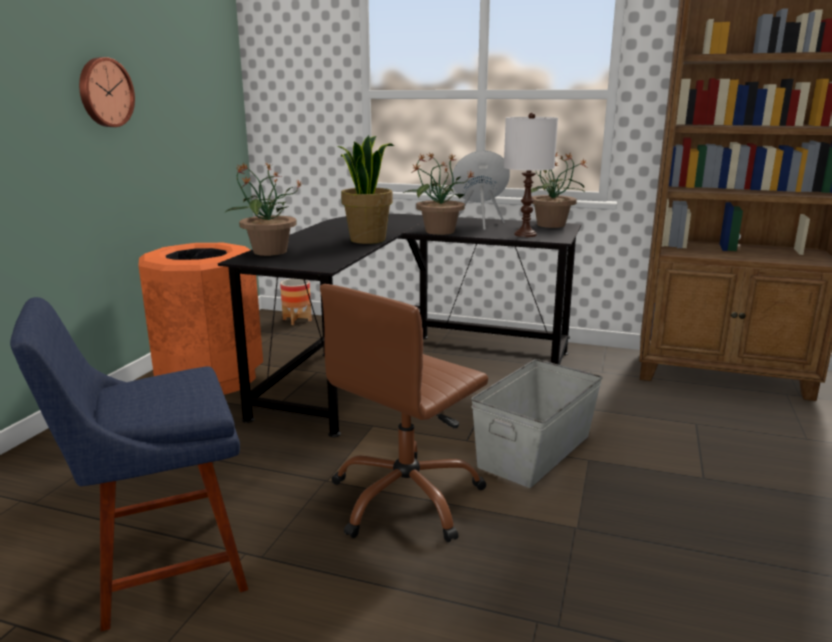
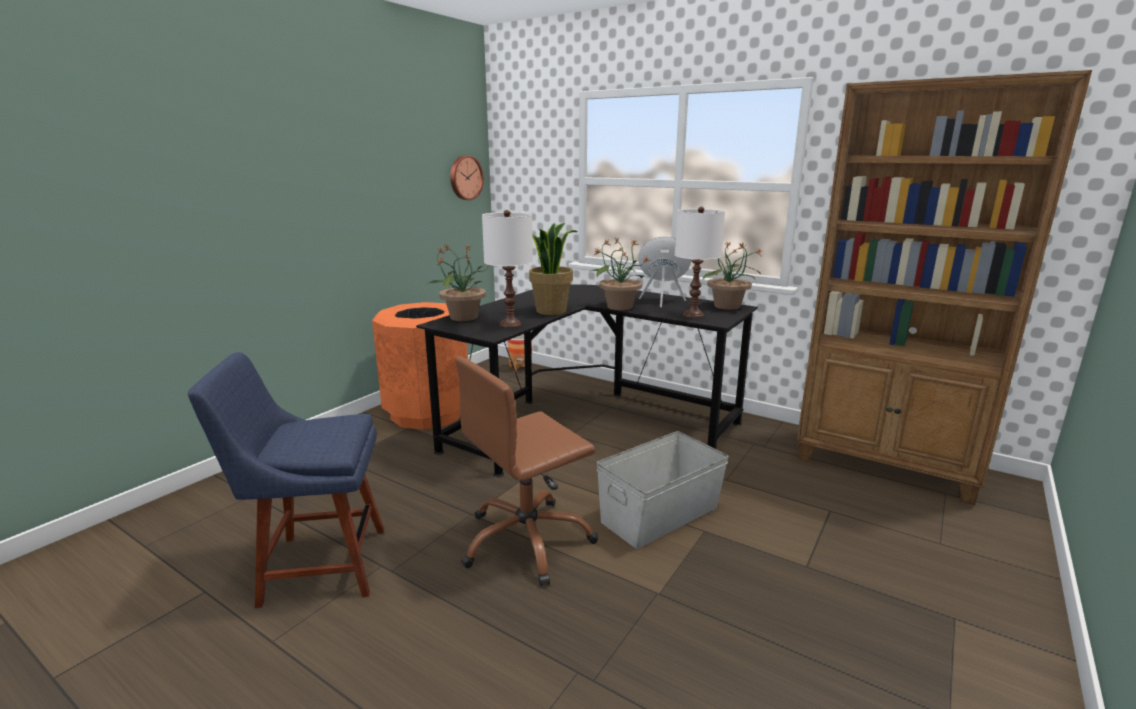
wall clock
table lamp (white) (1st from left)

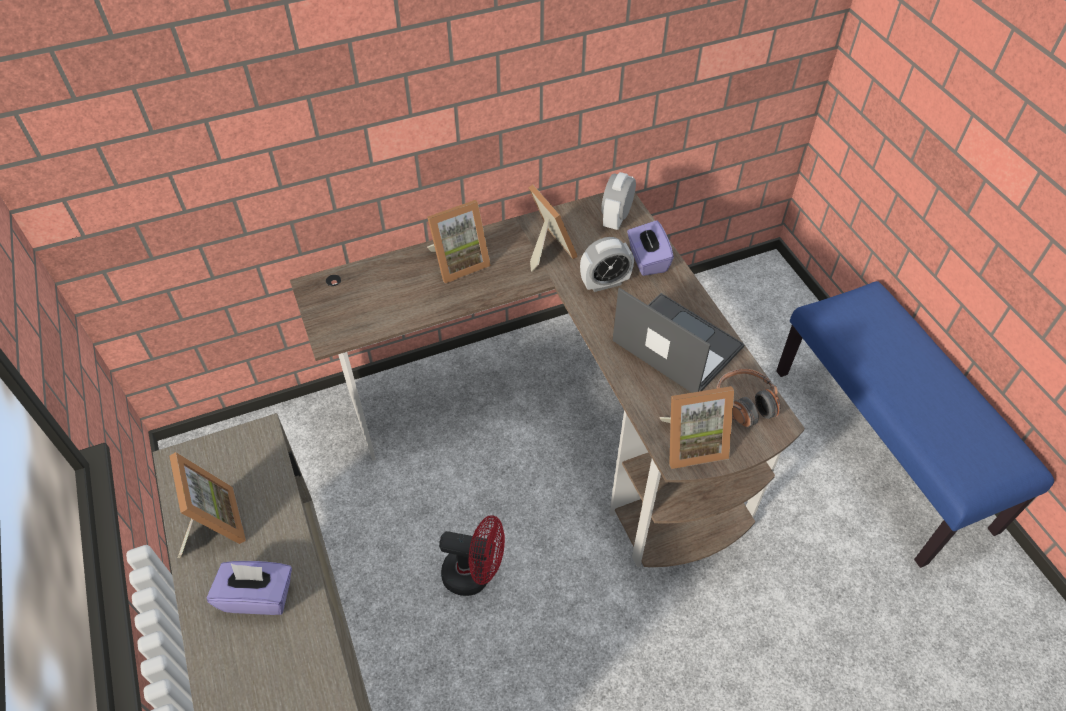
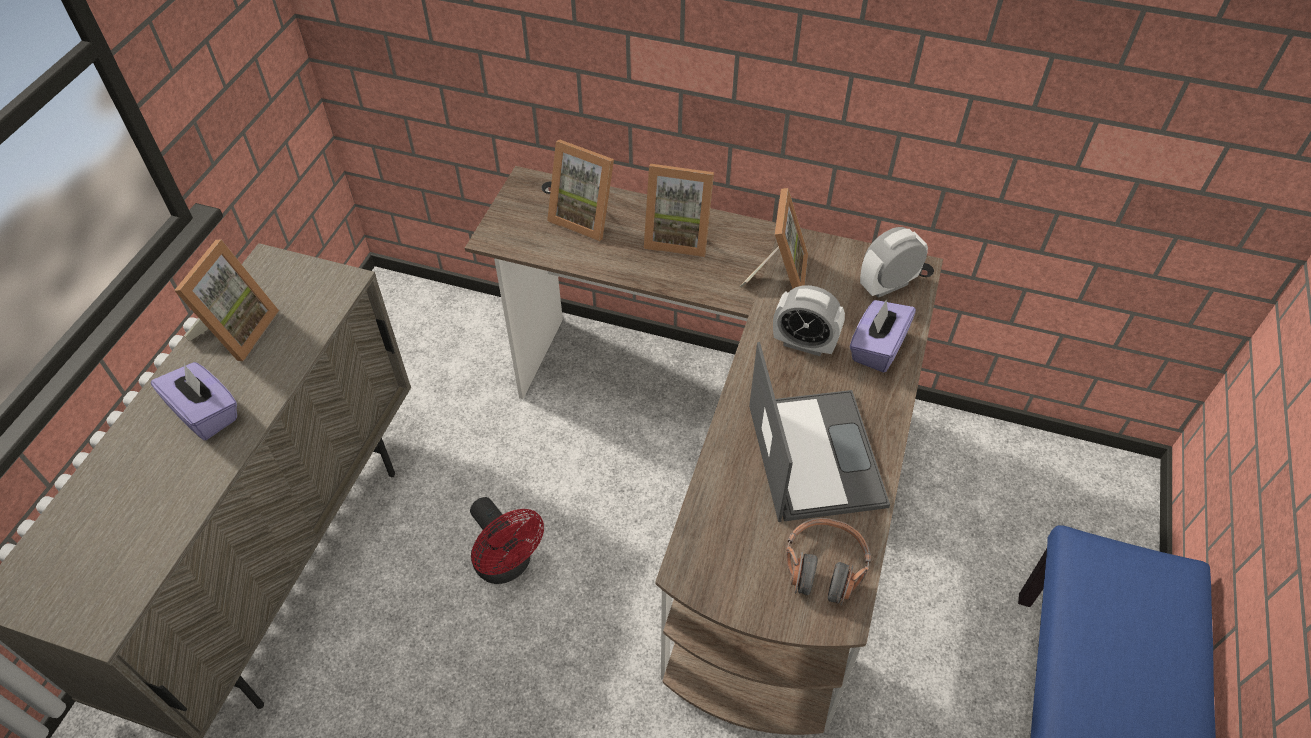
picture frame (2nd from left)

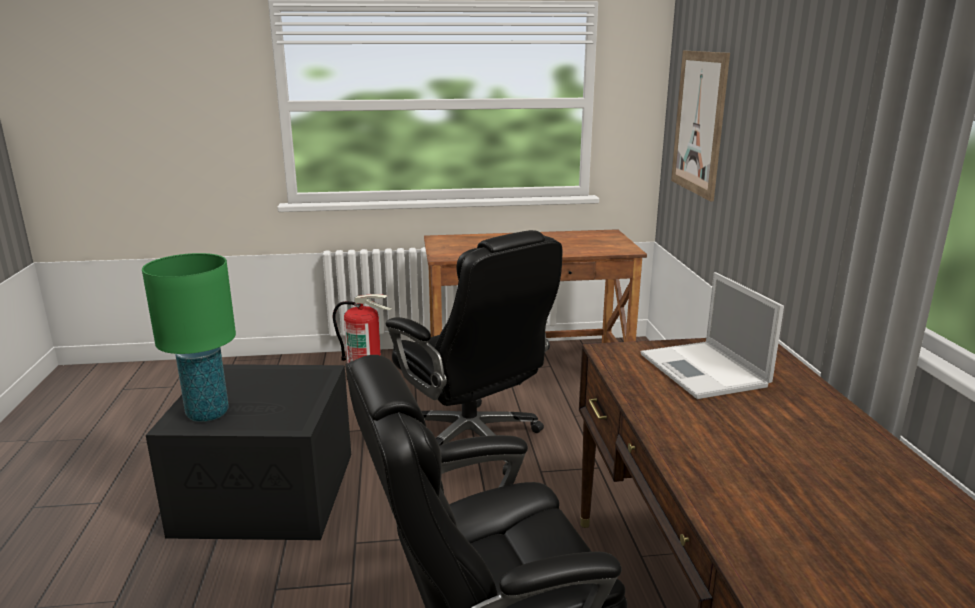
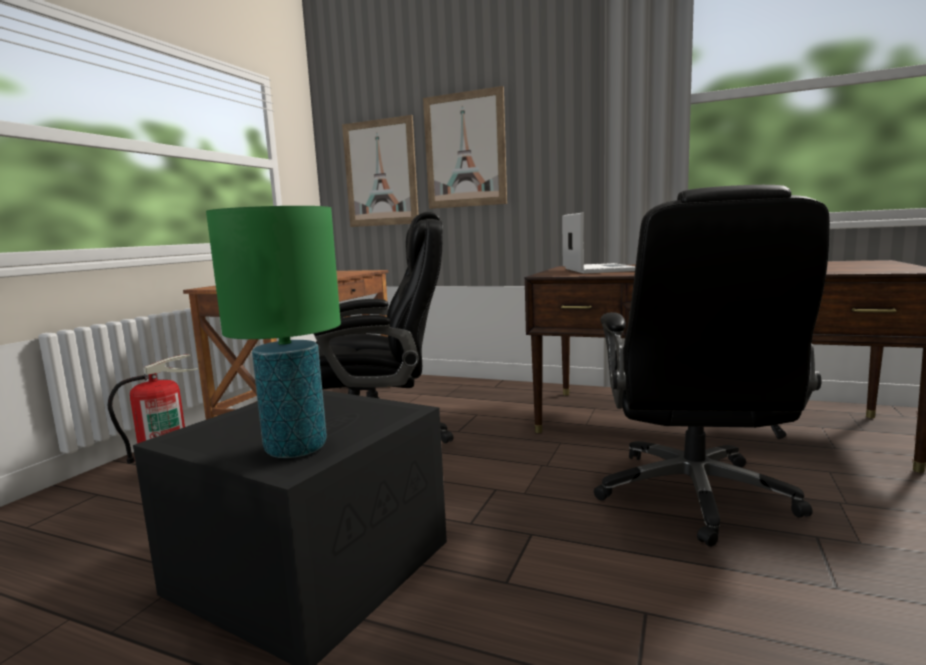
picture (2nd from left)
laptop

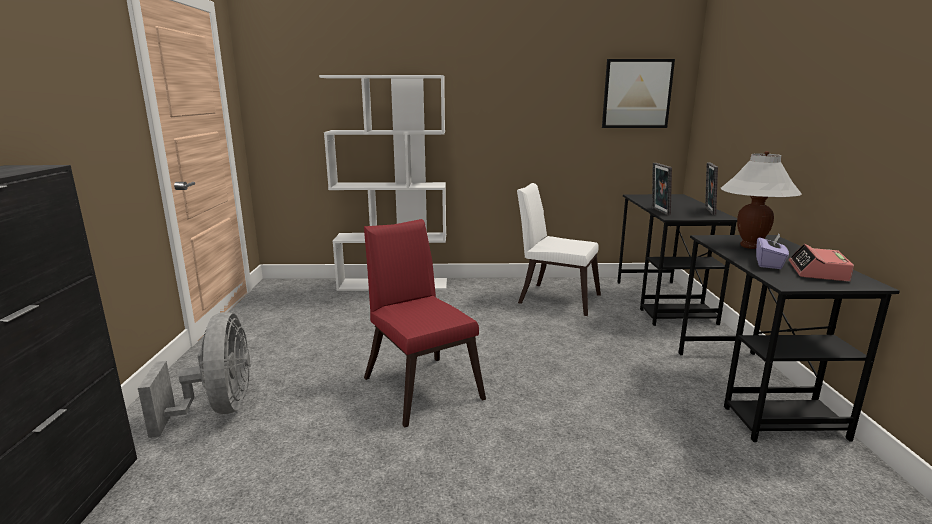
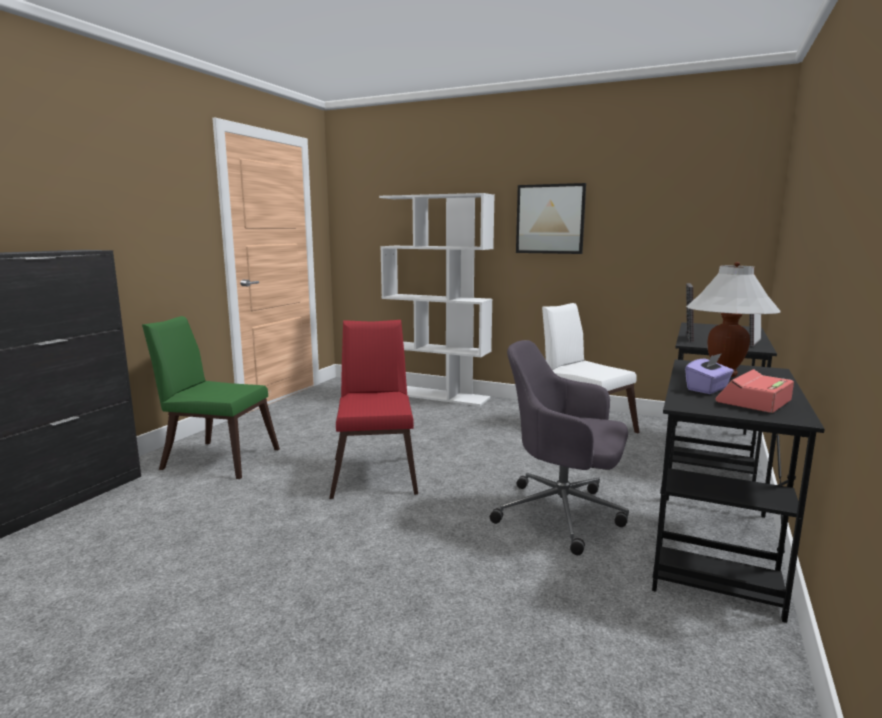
chair (green)
office chair (grey)
picture

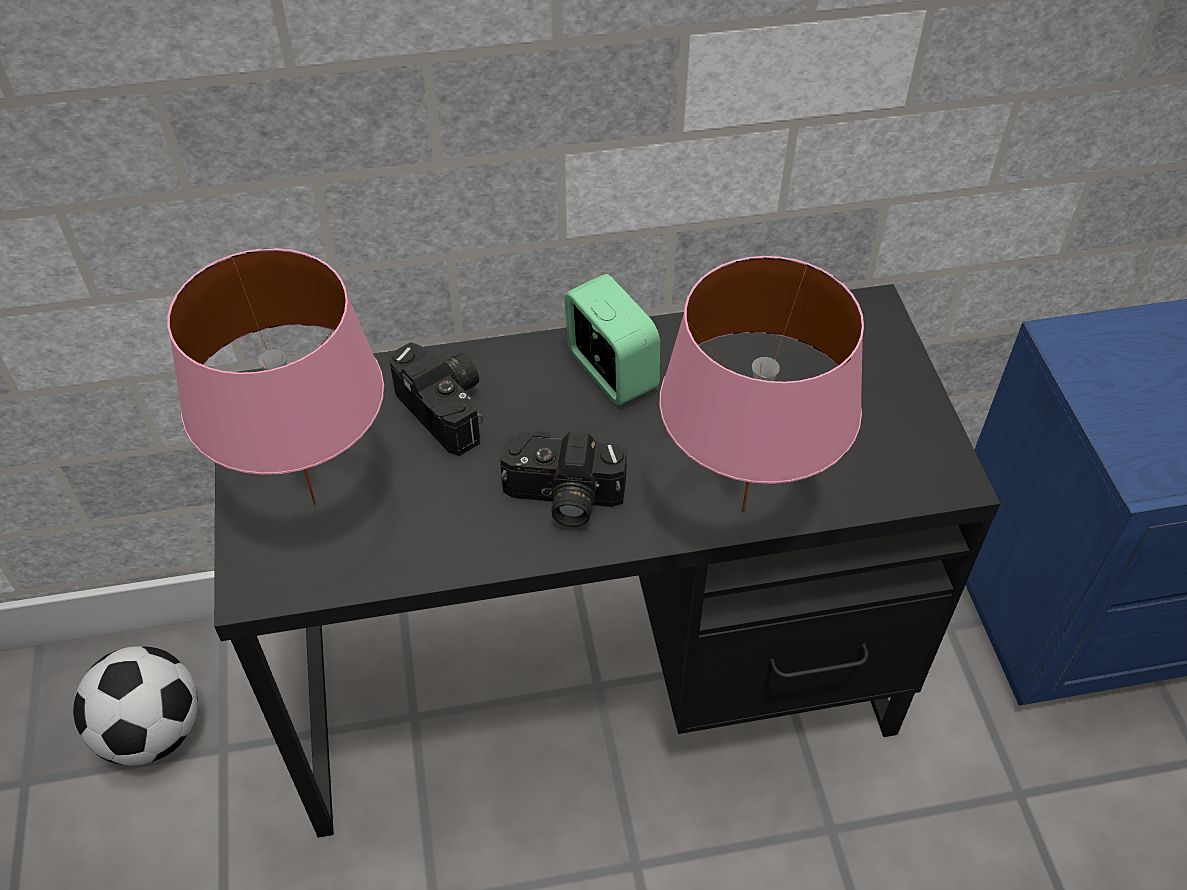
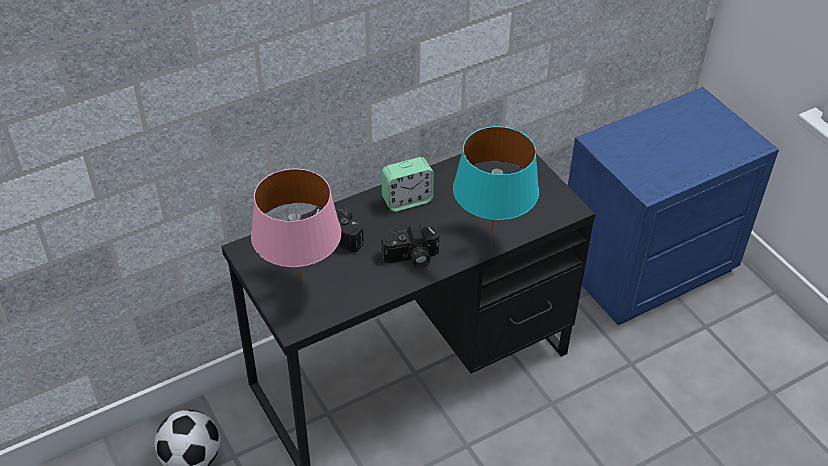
alarm clock
table lamp (turquoise)

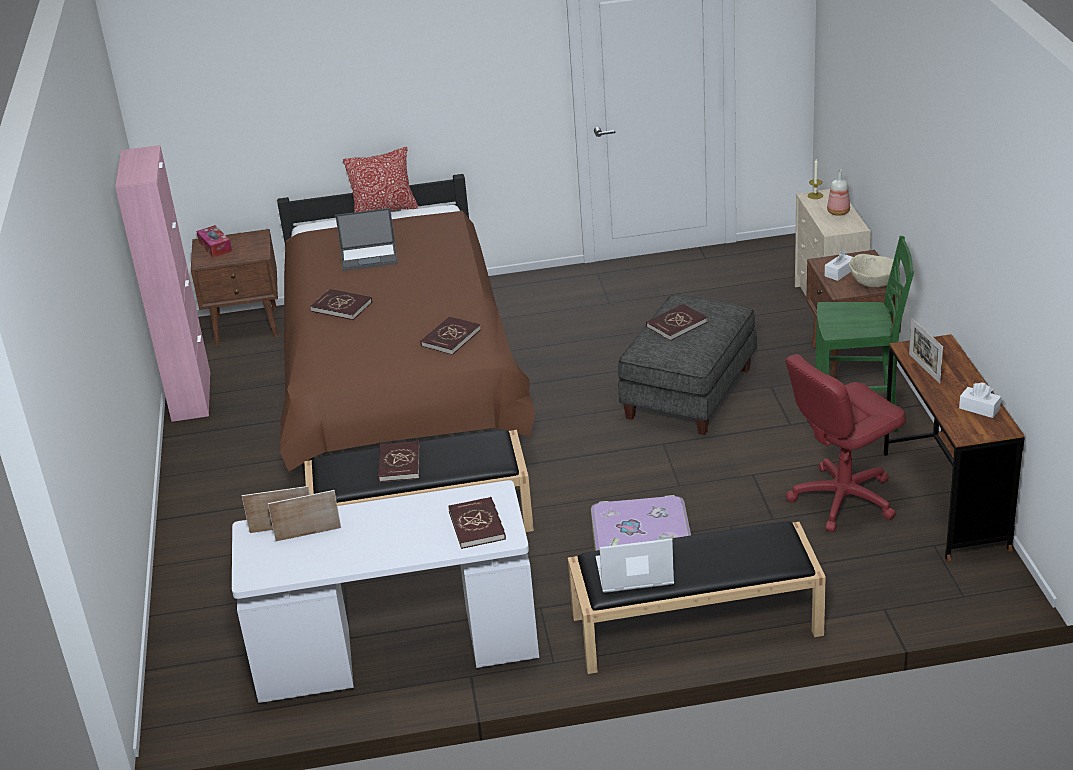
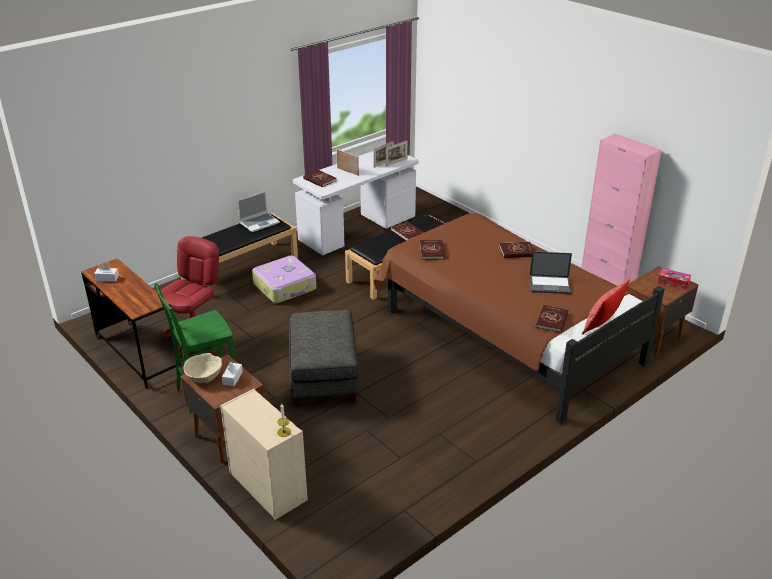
picture frame (1st from left)
laptop (2nd from left)
book (red) (5th from left)
bottle

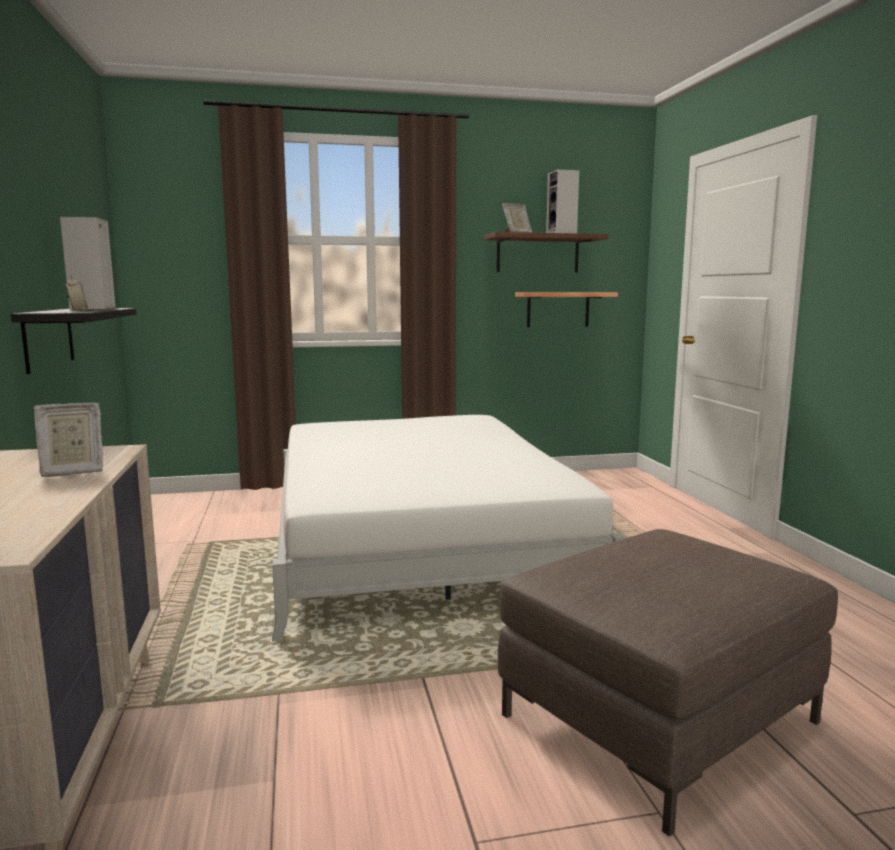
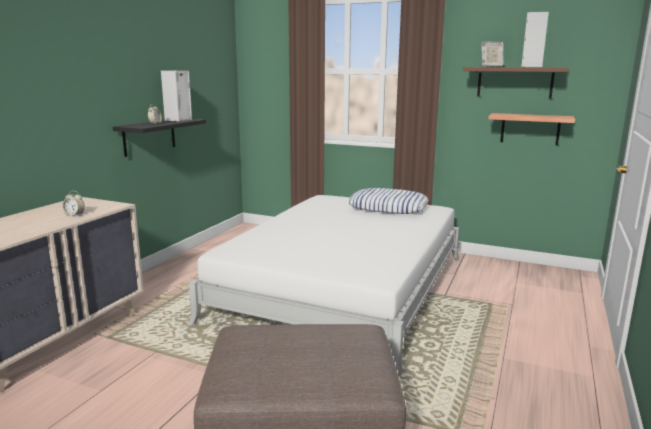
alarm clock (1st from left)
pillow

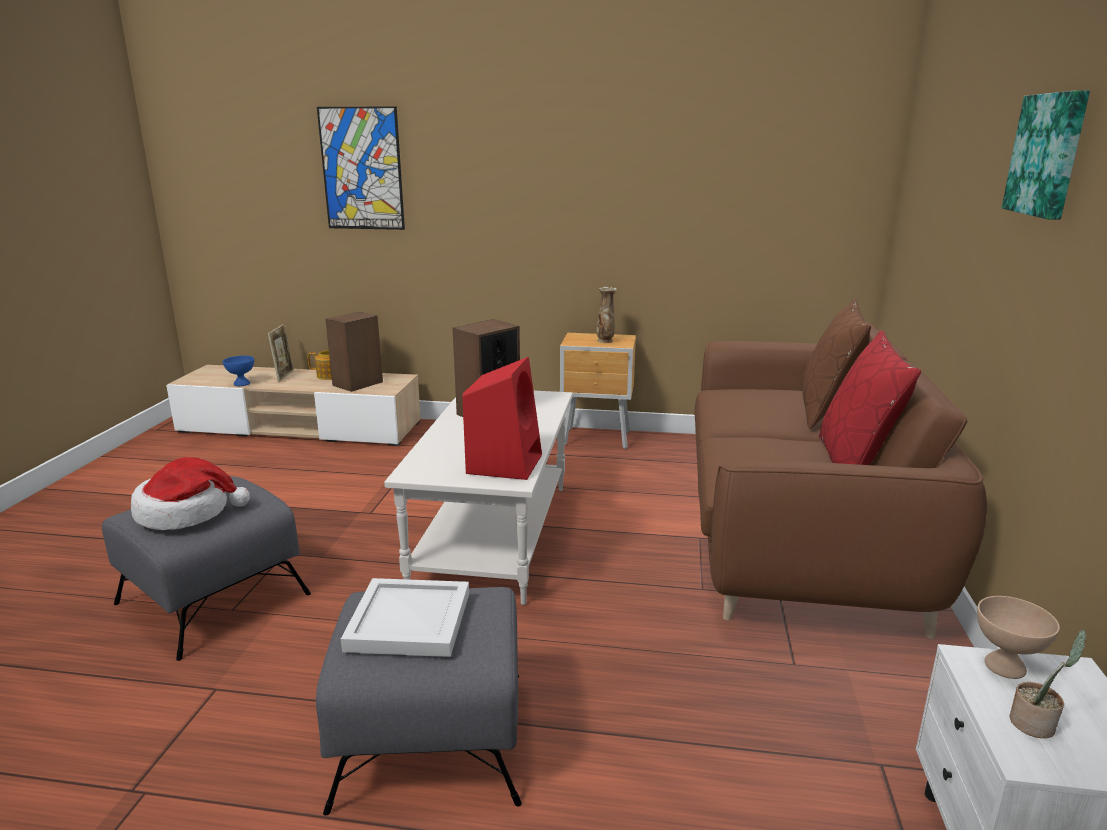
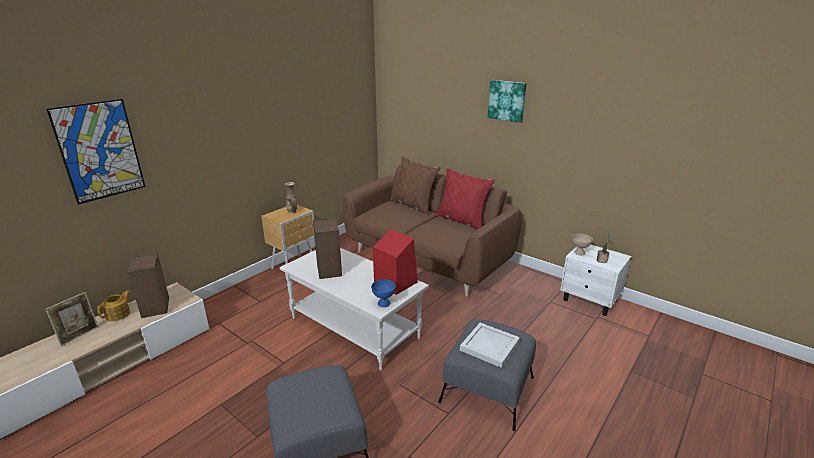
picture frame
bowl (blue)
hat

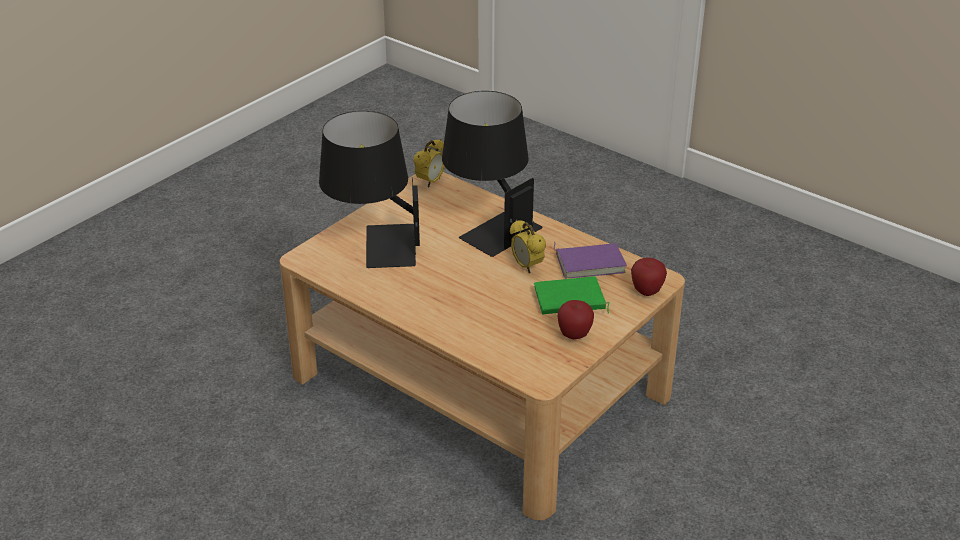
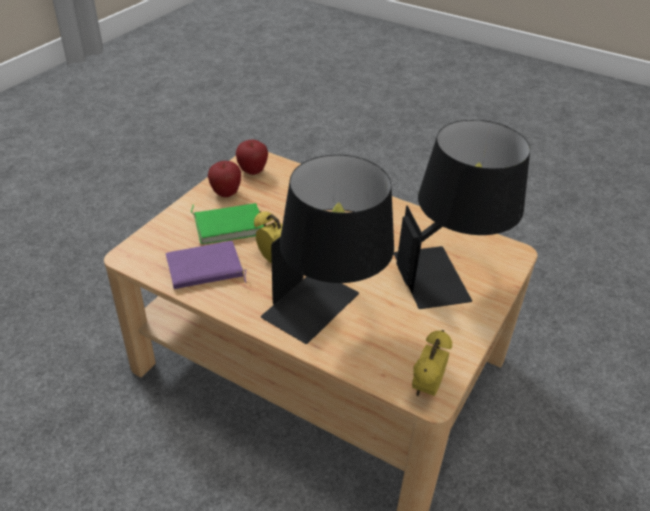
apple (2nd from left)

